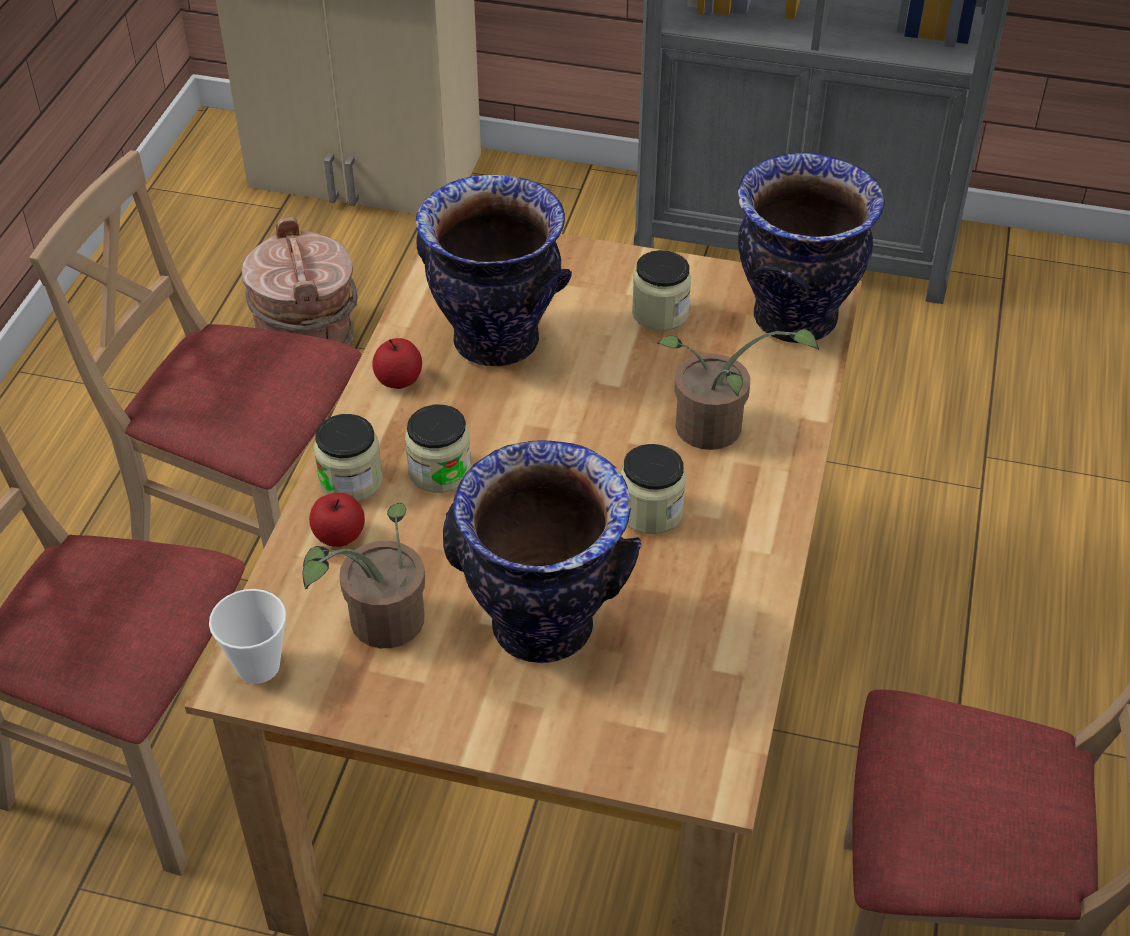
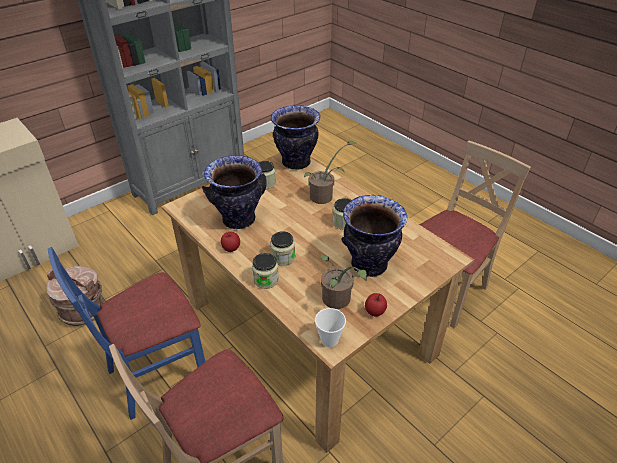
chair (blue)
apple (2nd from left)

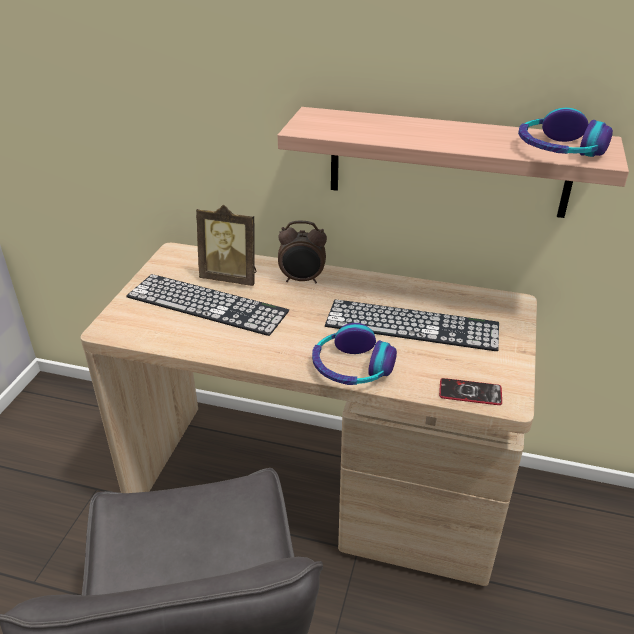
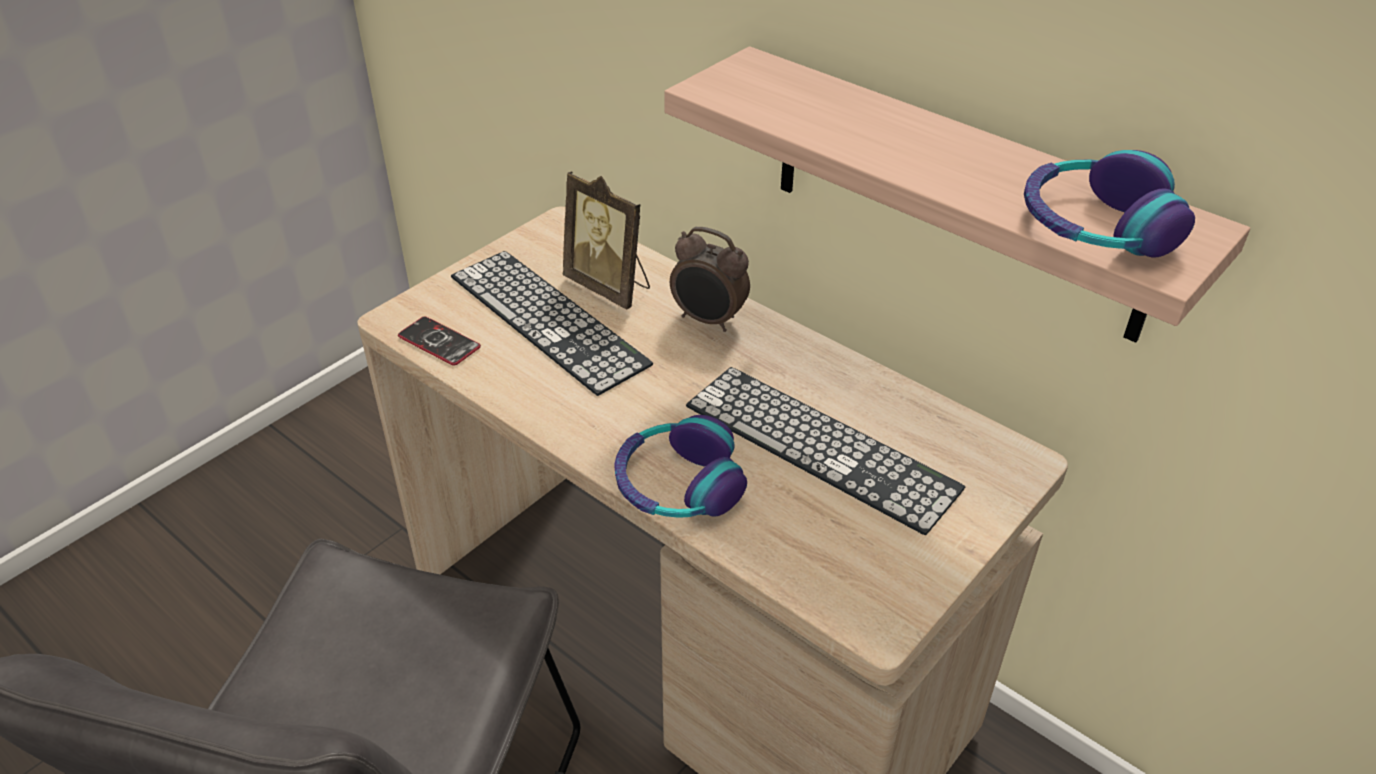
phone

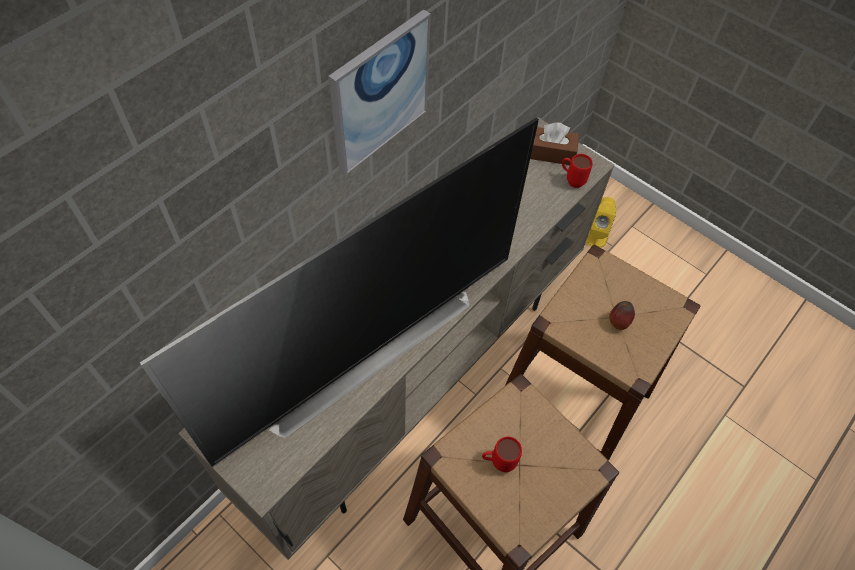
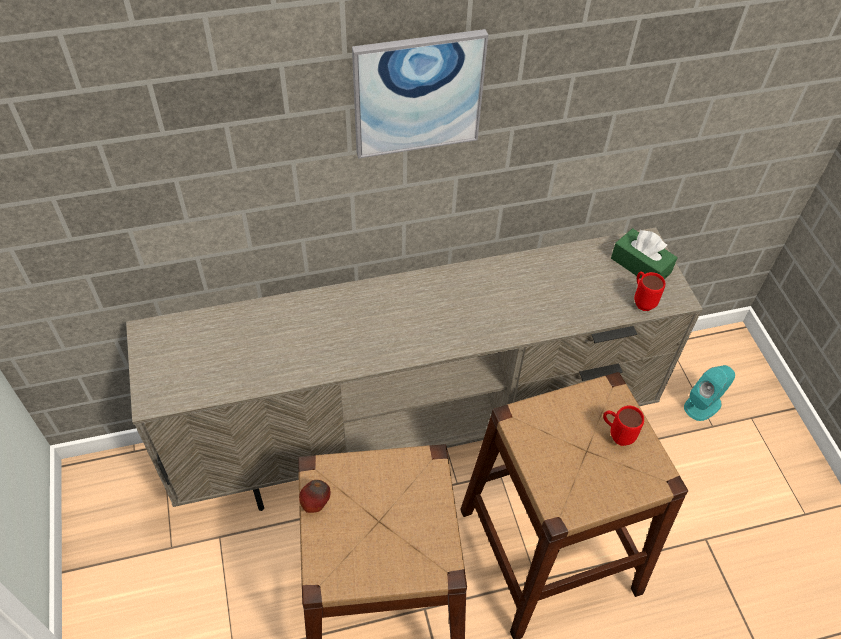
apple
mug (red) (1st from left)
tissue box (green)
speaker (turquoise)
television

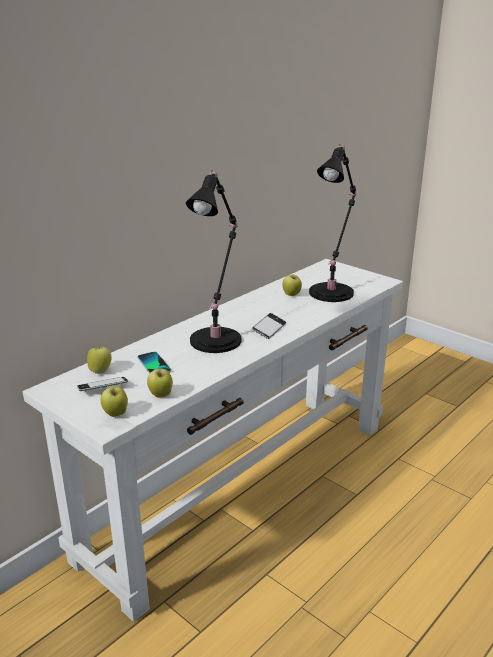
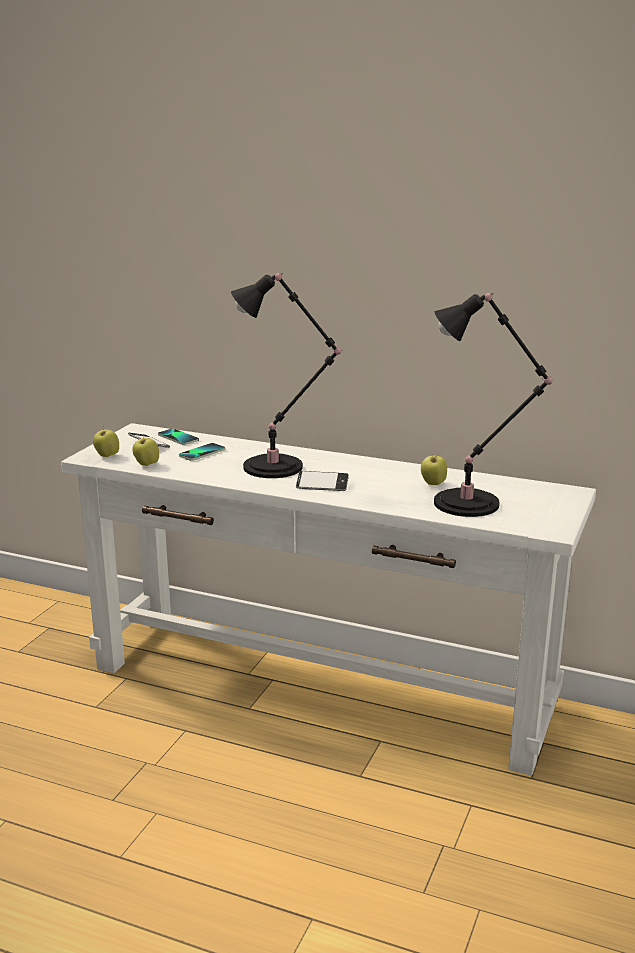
phone (2nd from left)

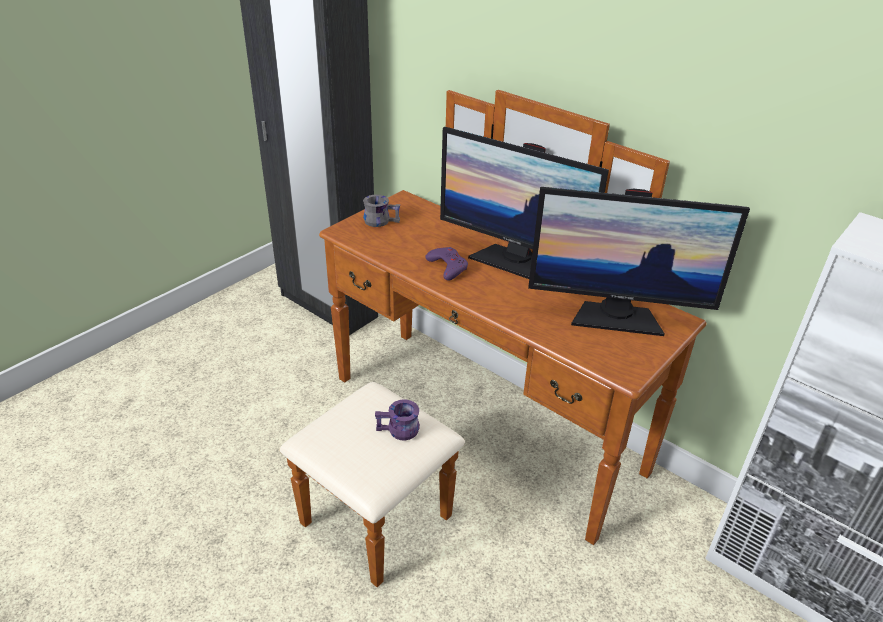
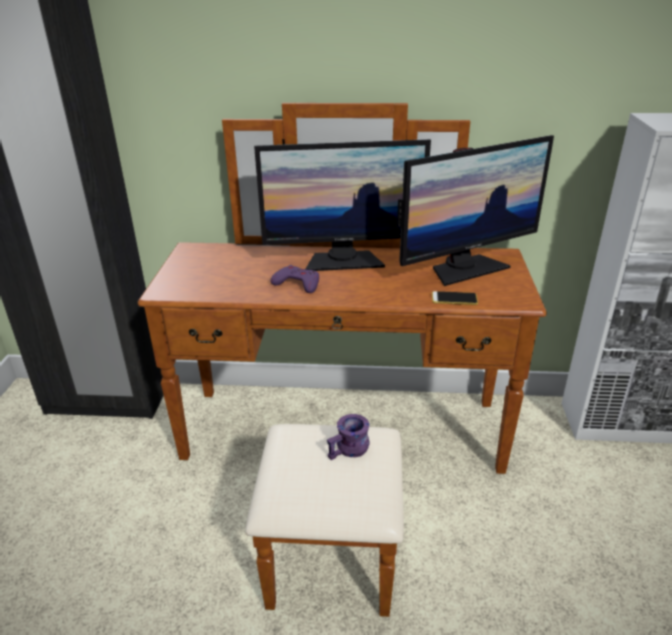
phone
mug (grey)

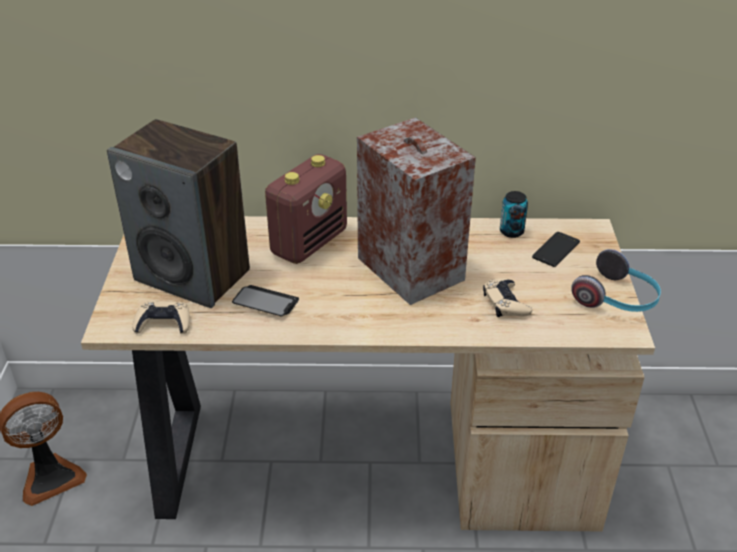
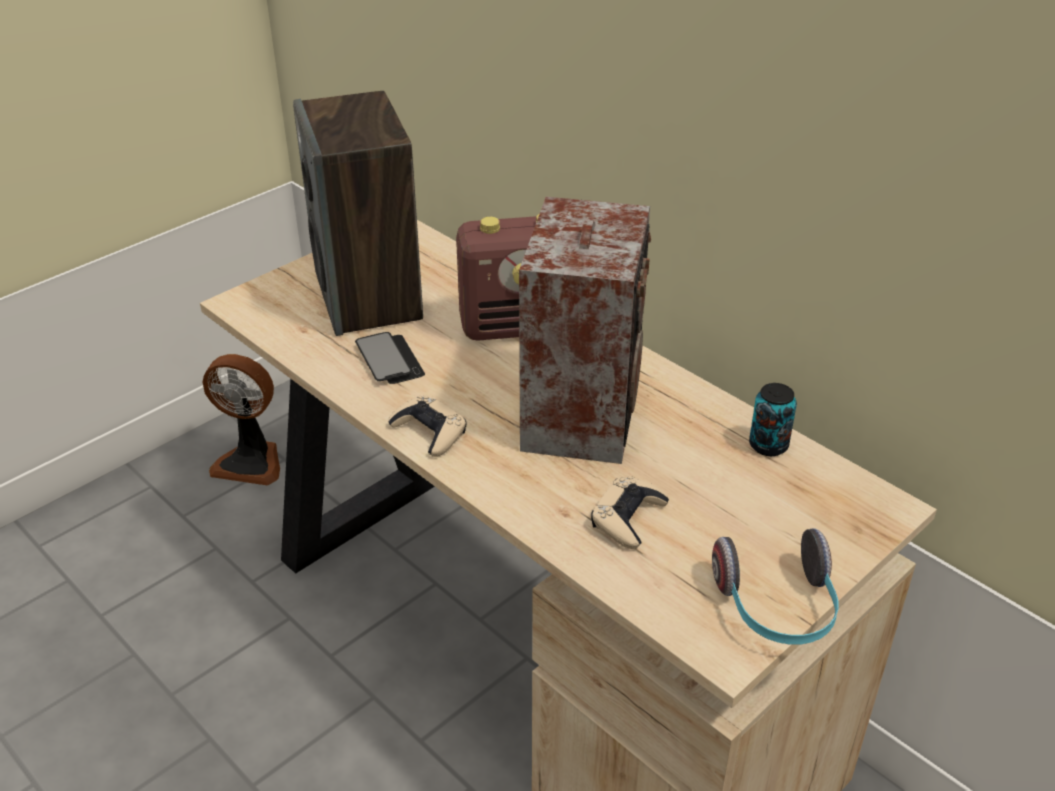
game controller (beige) (1st from left)
phone (2nd from left in the first image)

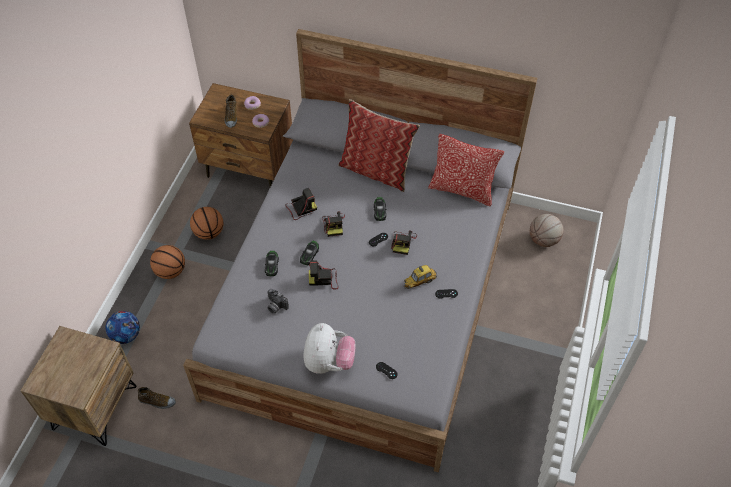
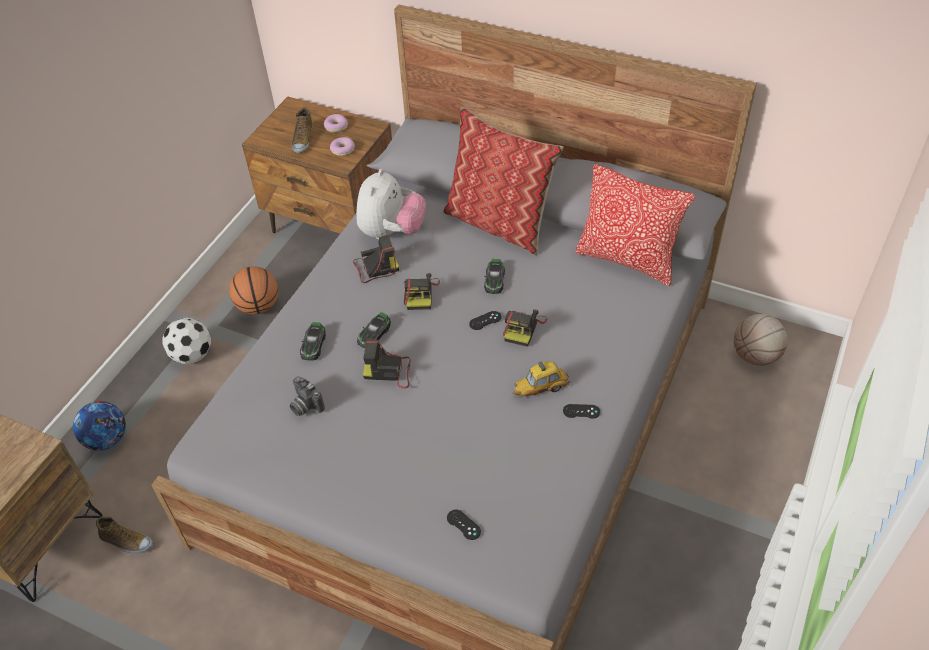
football (2nd from left)
plush toy

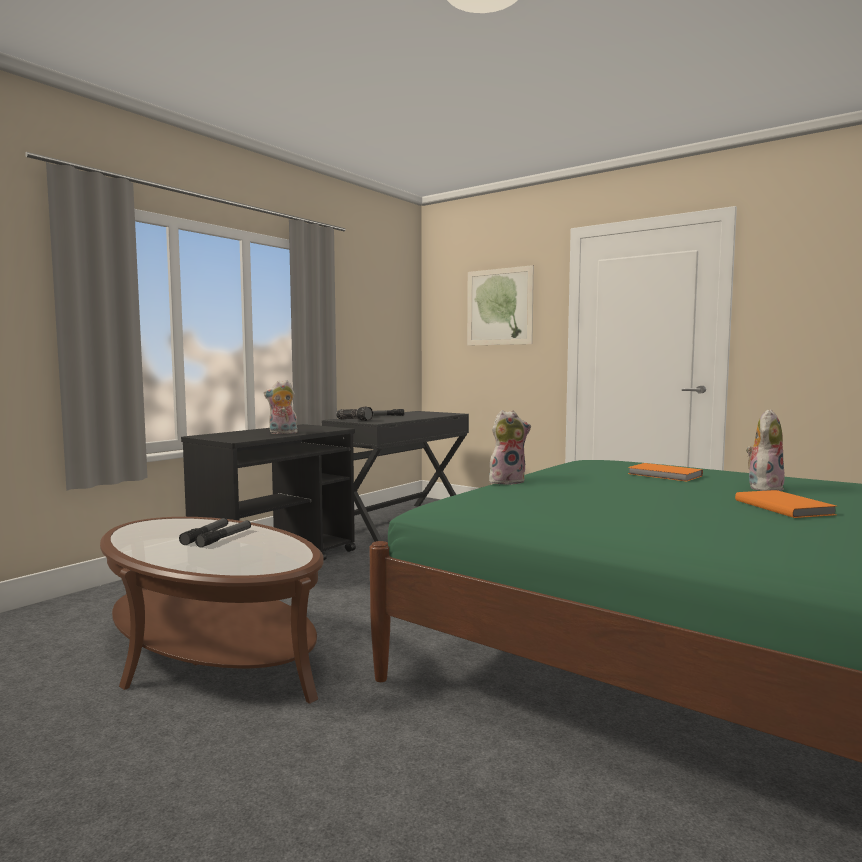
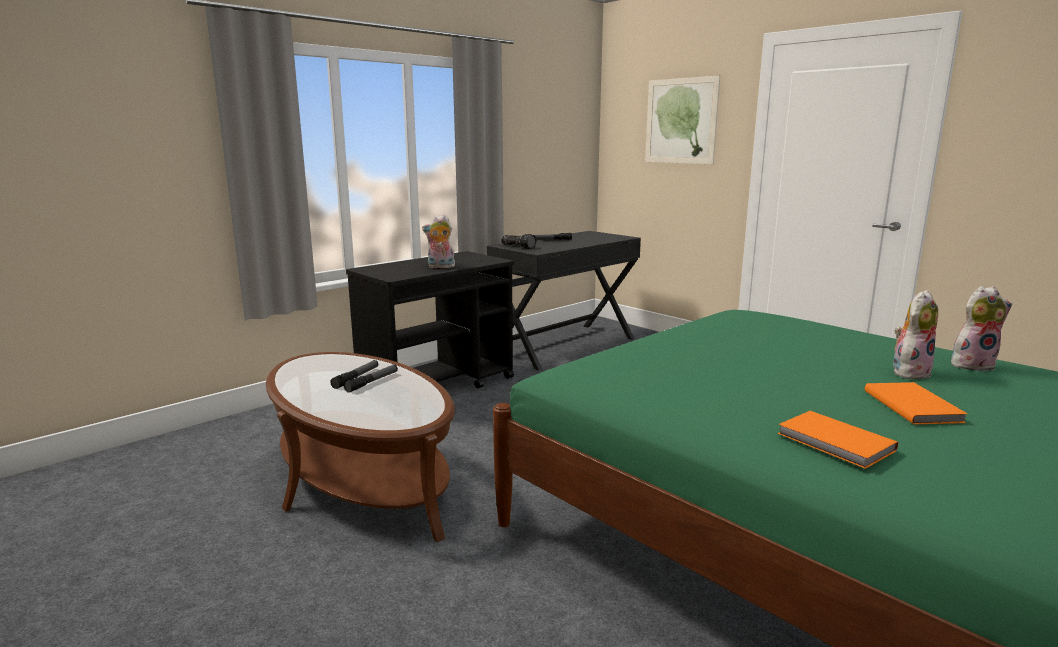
book (orange) (1st from left)
plush toy (3rd from left)

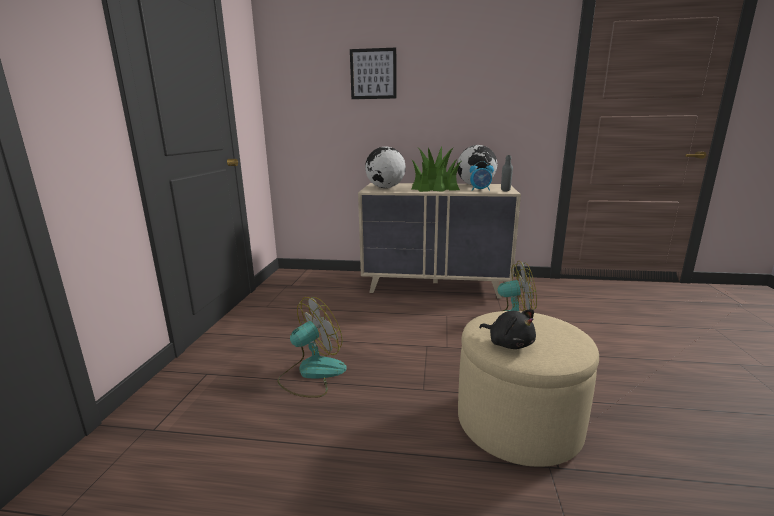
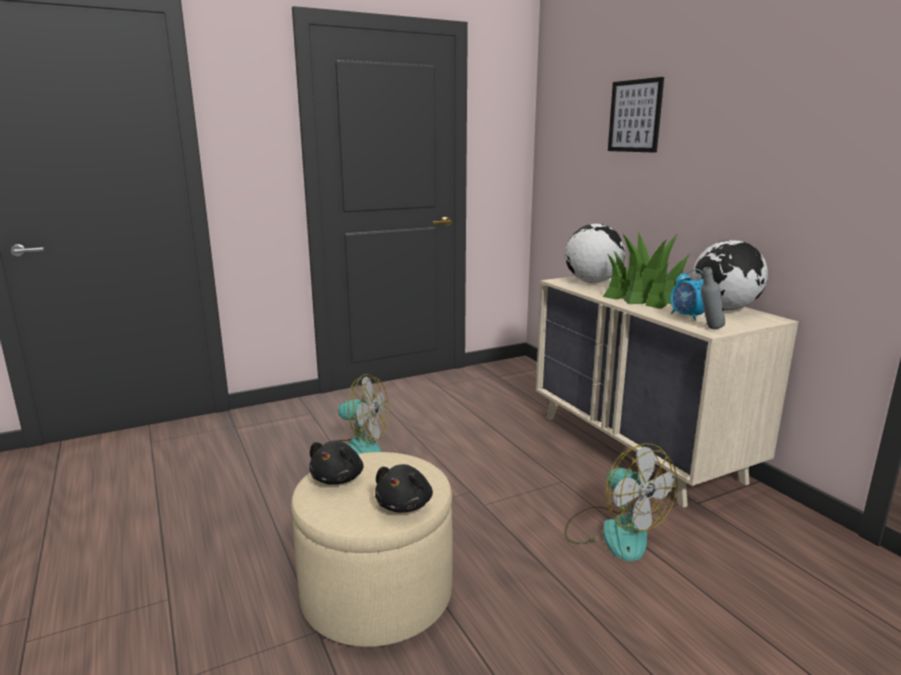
plush toy (black) (2nd from left)

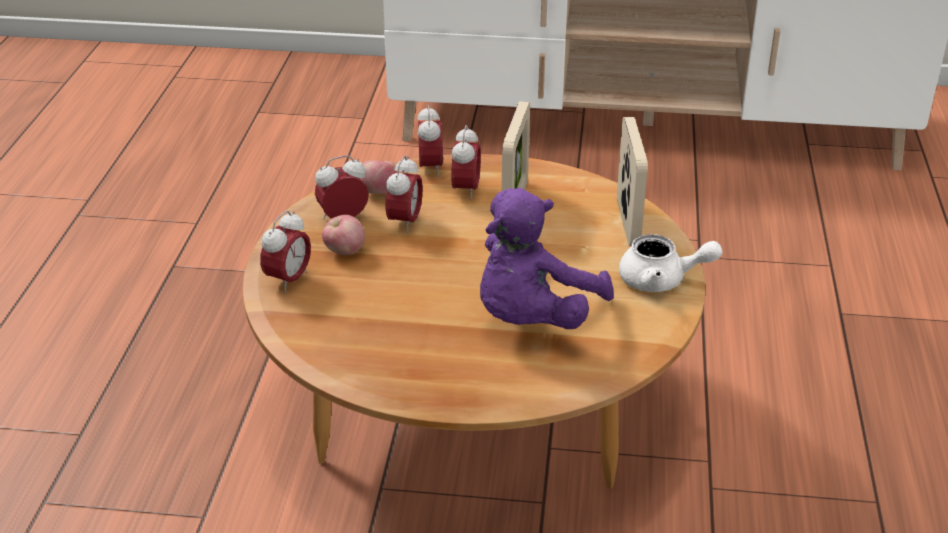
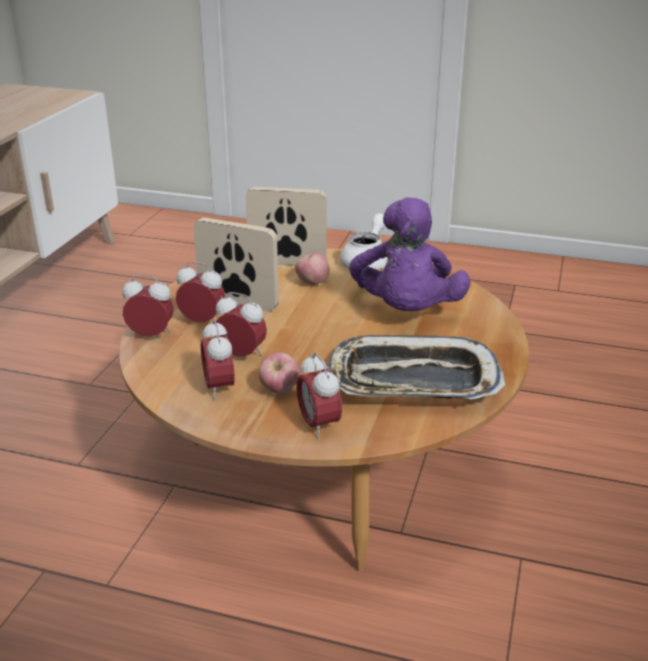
apple (2nd from left)
alarm clock (5th from left)
tray
plush toy (purple)

